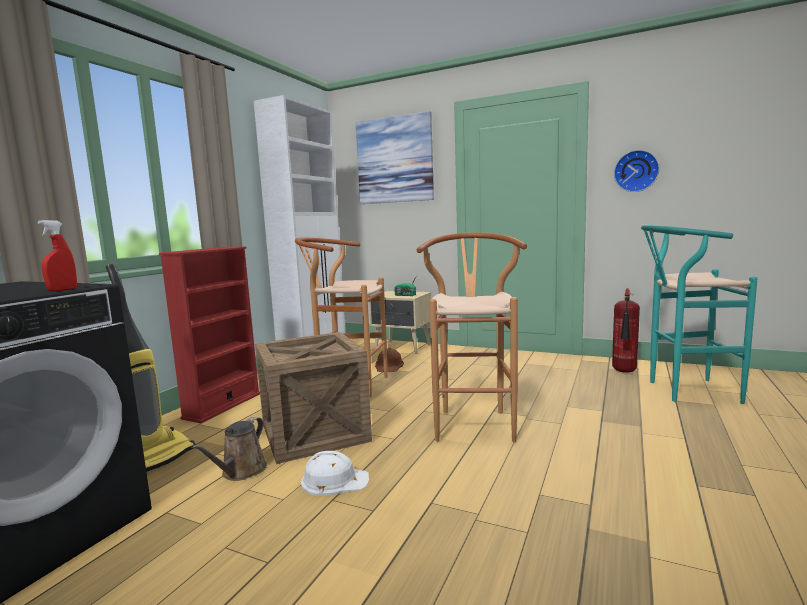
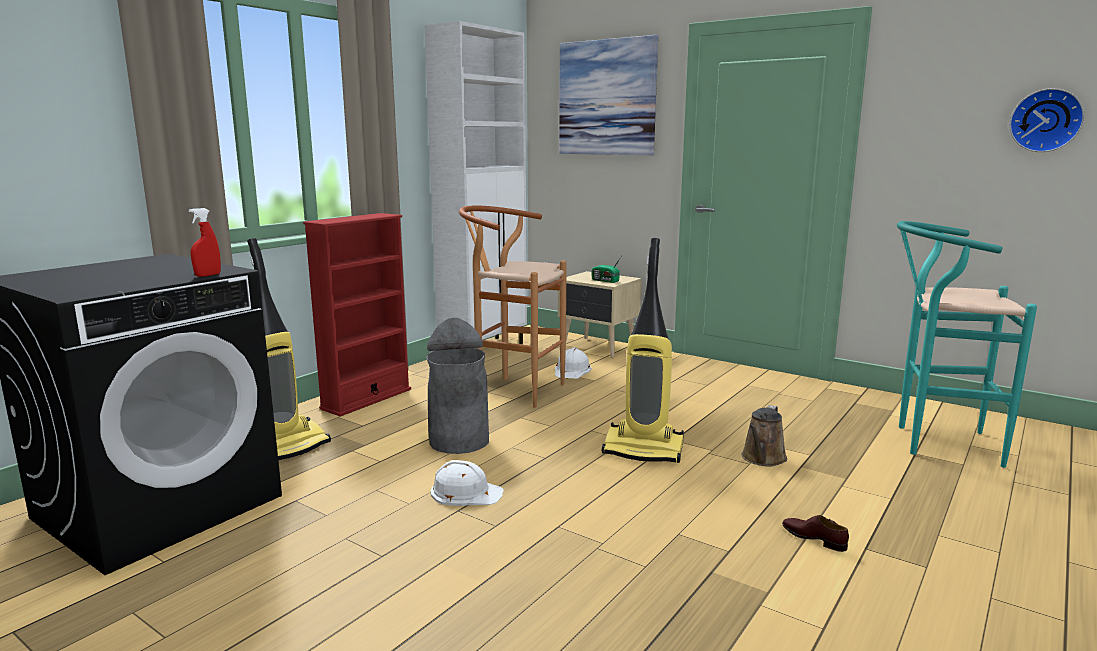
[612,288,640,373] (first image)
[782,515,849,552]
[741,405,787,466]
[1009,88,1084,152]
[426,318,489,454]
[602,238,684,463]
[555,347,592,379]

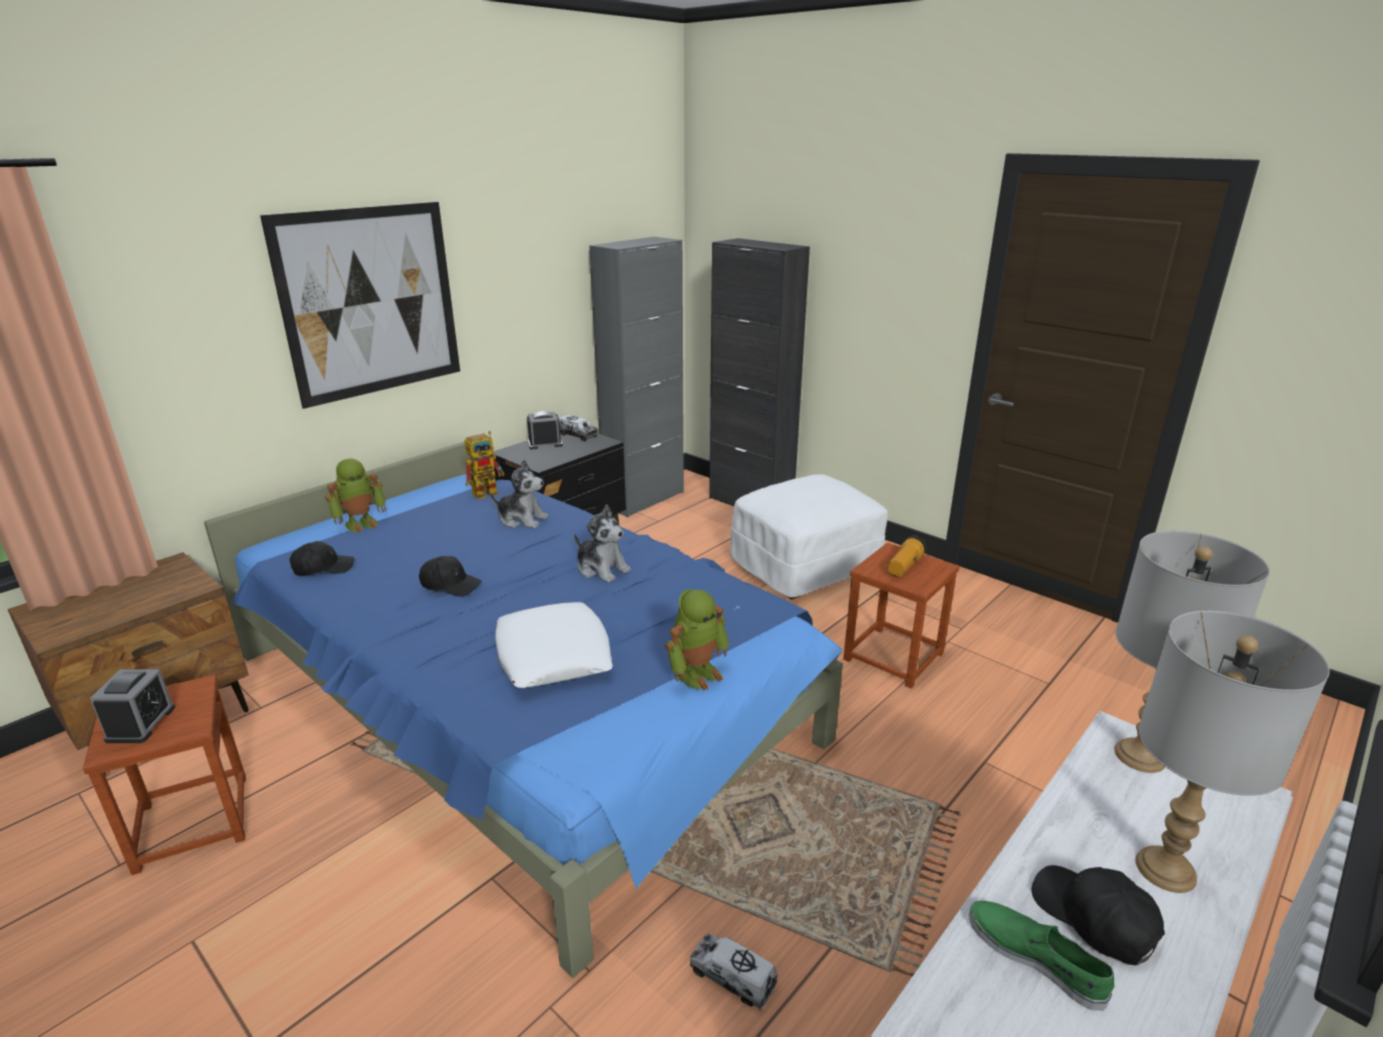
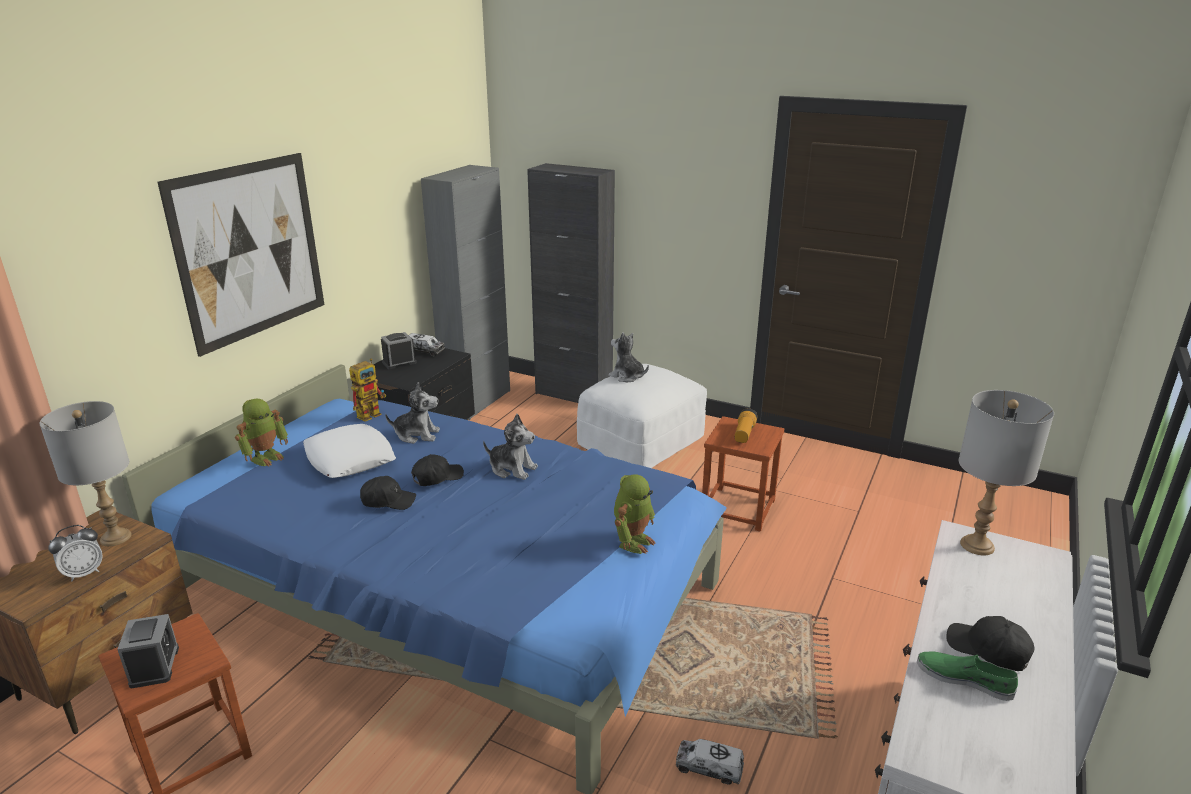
[48,525,103,581]
[608,332,649,382]
[411,454,464,486]
[303,424,396,478]
[39,401,132,546]

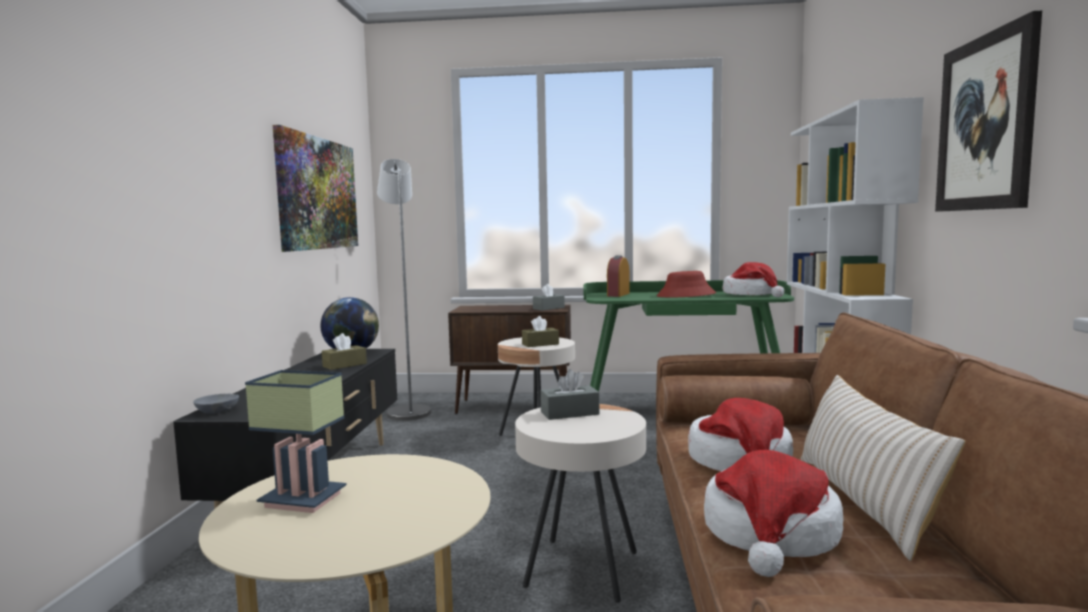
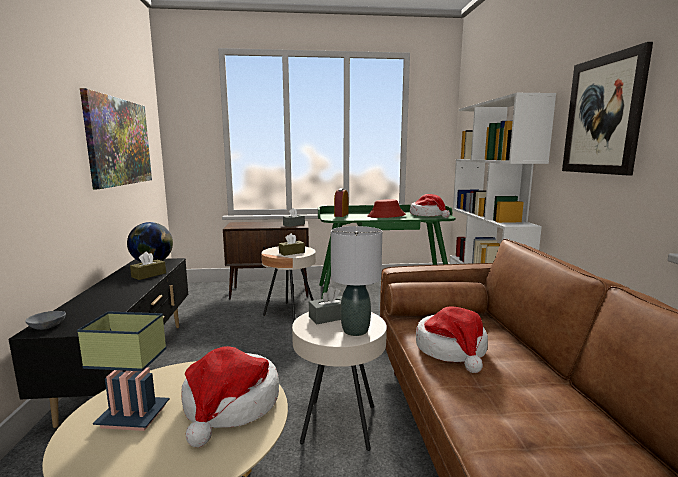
[377,159,431,421] (first image)
[801,375,965,561] (first image)
[331,226,382,336]
[181,346,279,447]

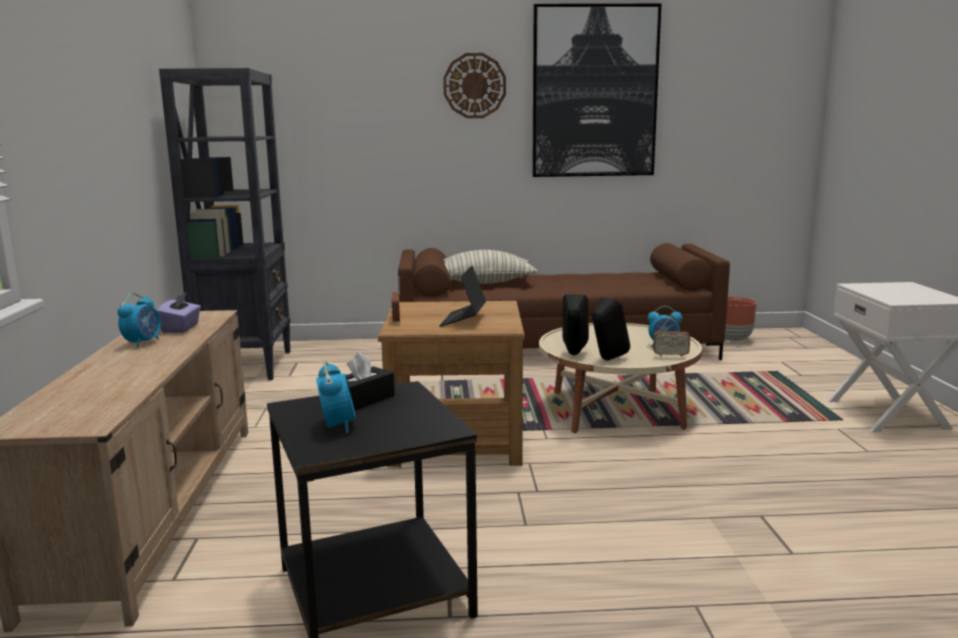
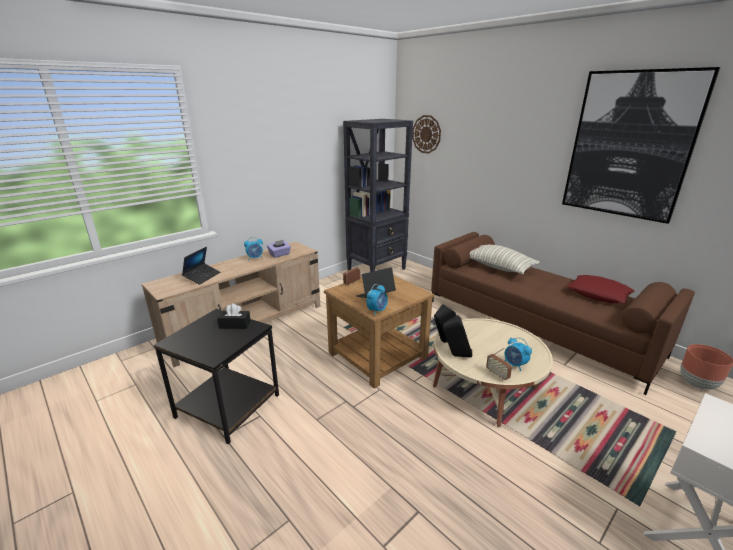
[182,247,220,285]
[567,275,634,303]
[366,284,388,315]
[412,115,441,154]

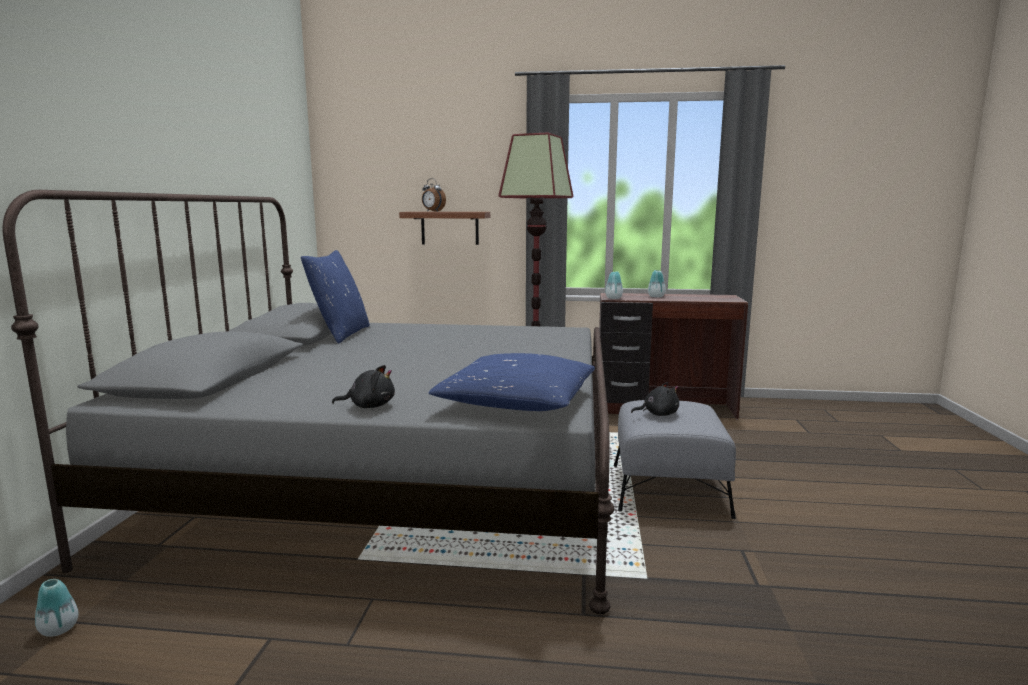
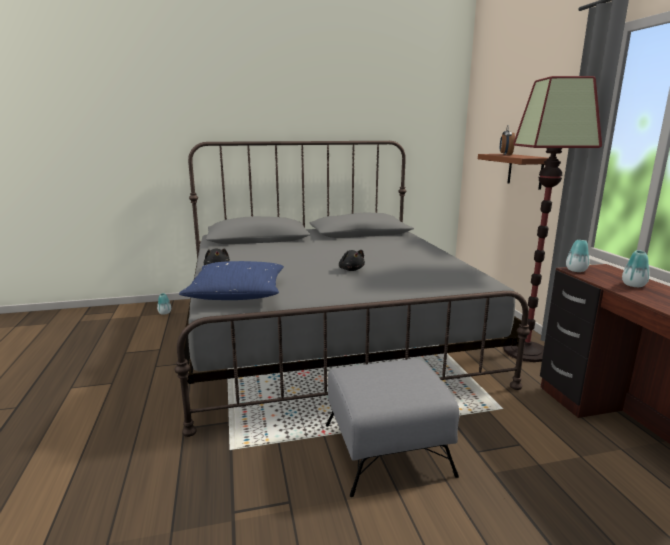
[301,250,370,344] (first image)
[339,250,365,271]

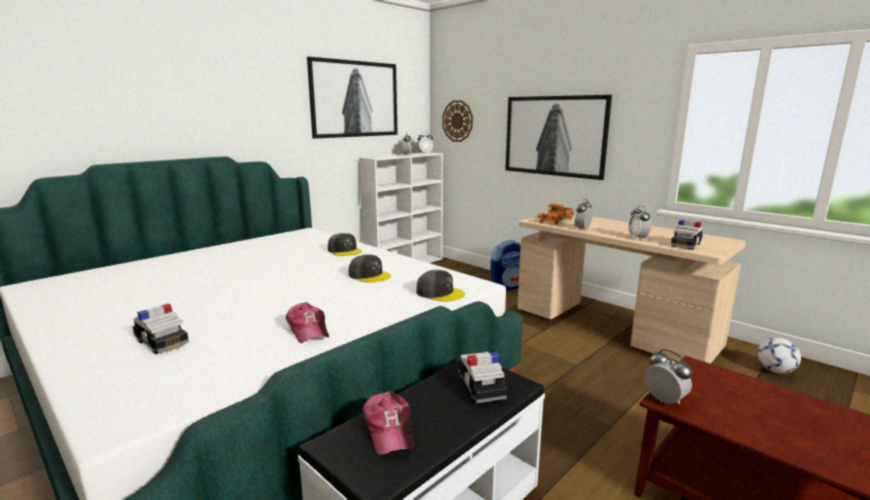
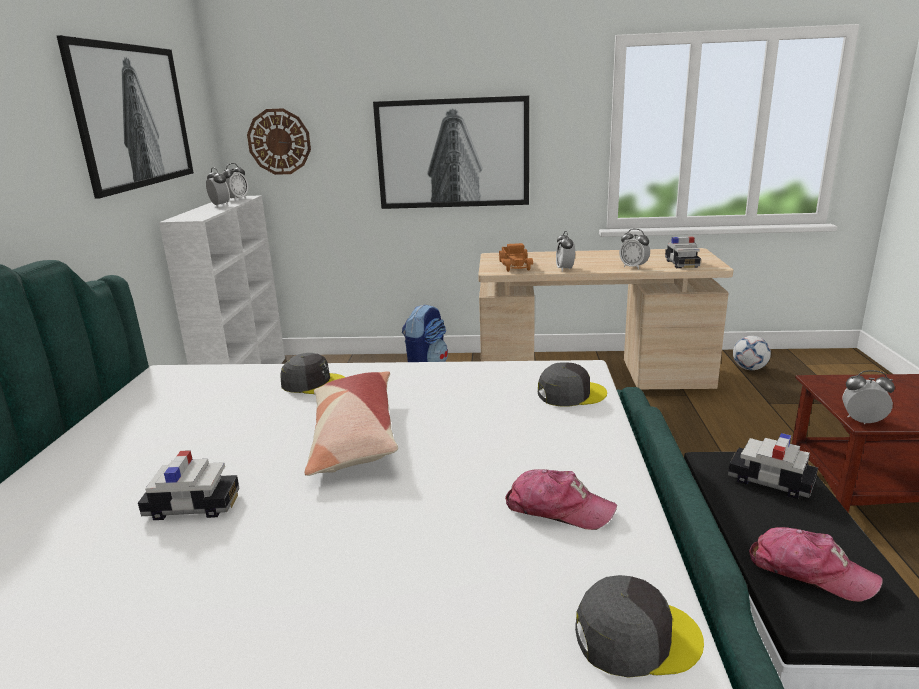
[305,371,398,476]
[138,450,239,520]
[575,575,704,678]

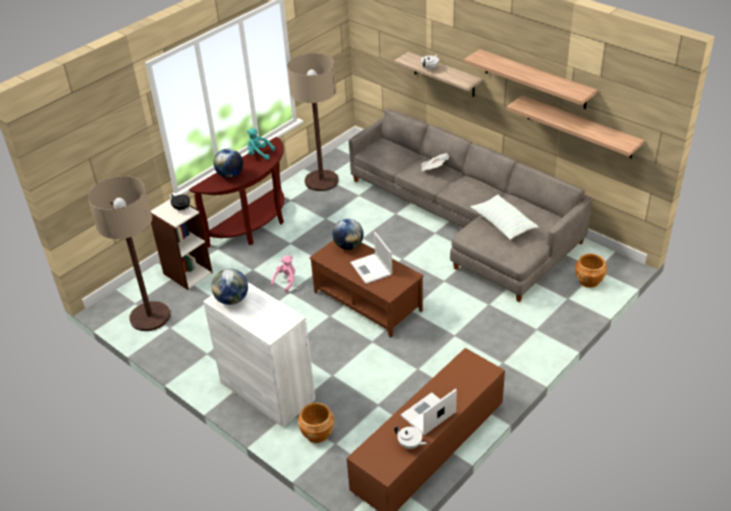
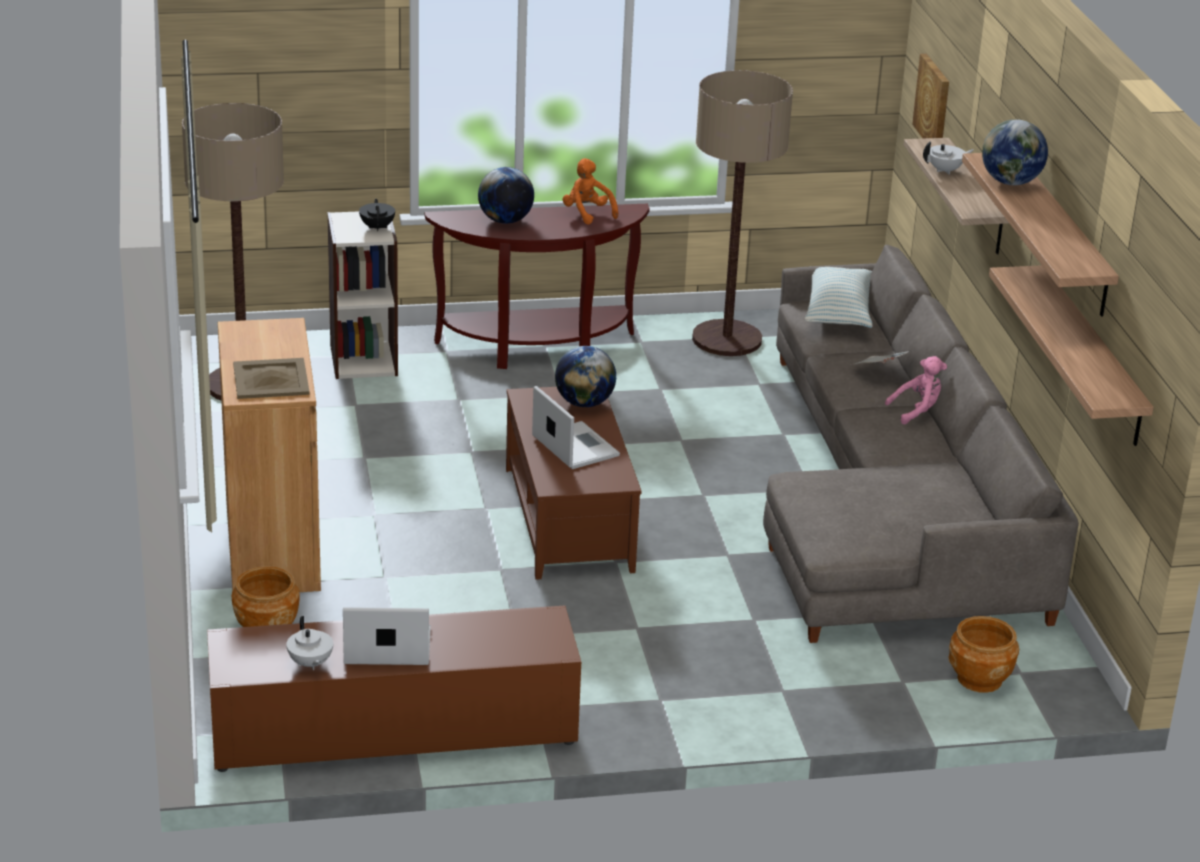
[233,358,310,399]
[912,54,949,138]
[982,119,1048,185]
[885,356,947,424]
[805,267,873,328]
[218,318,321,592]
[563,158,618,225]
[532,386,620,469]

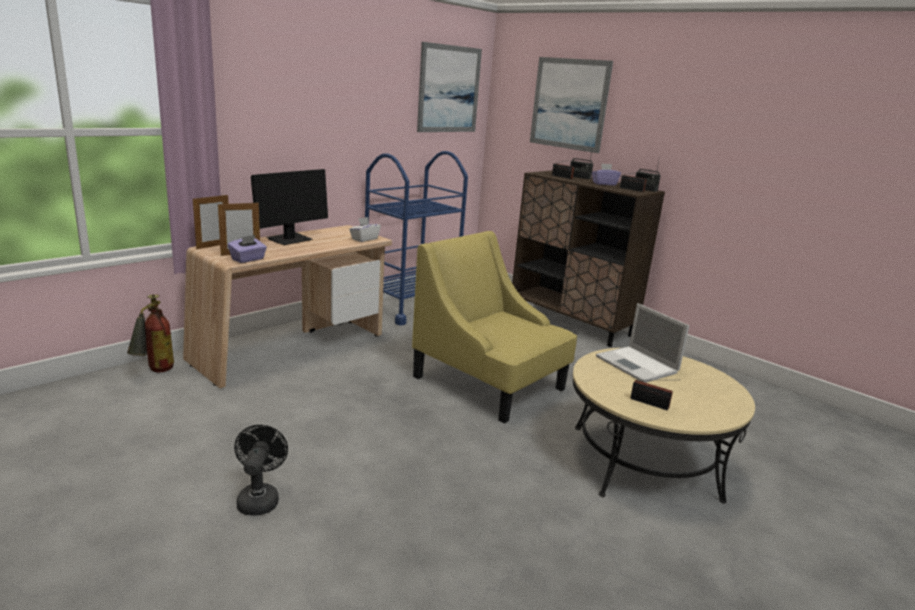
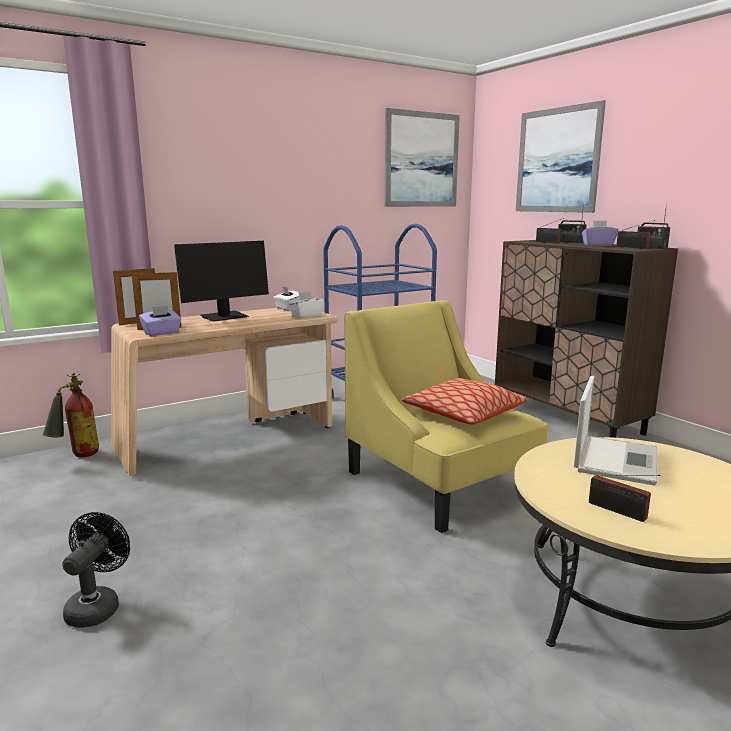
[273,286,301,311]
[401,378,527,425]
[574,376,657,486]

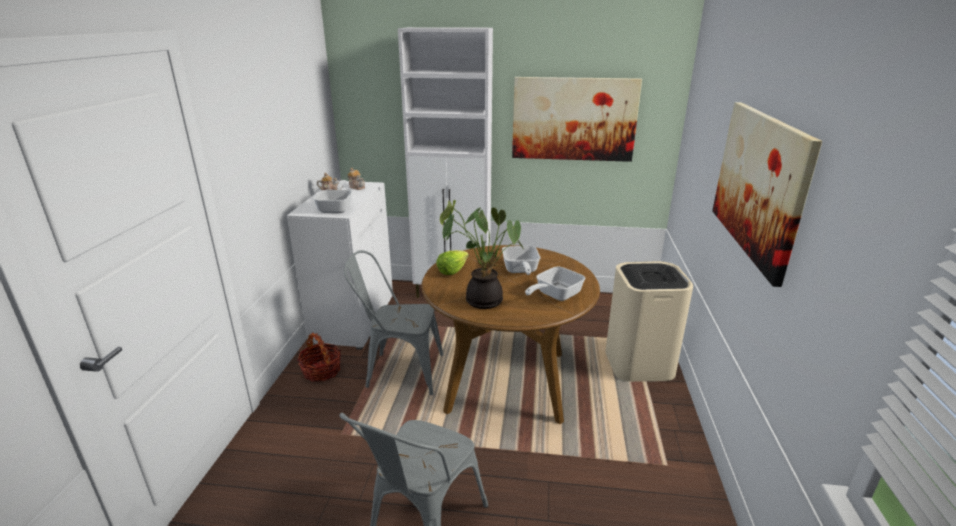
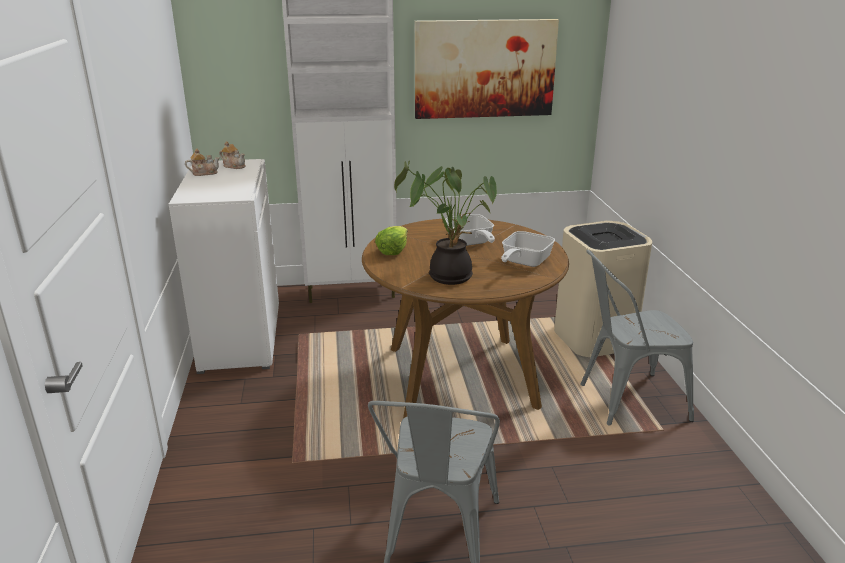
[297,333,341,382] (first image)
[313,180,352,213] (first image)
[712,102,822,287] (first image)
[580,250,694,426]

